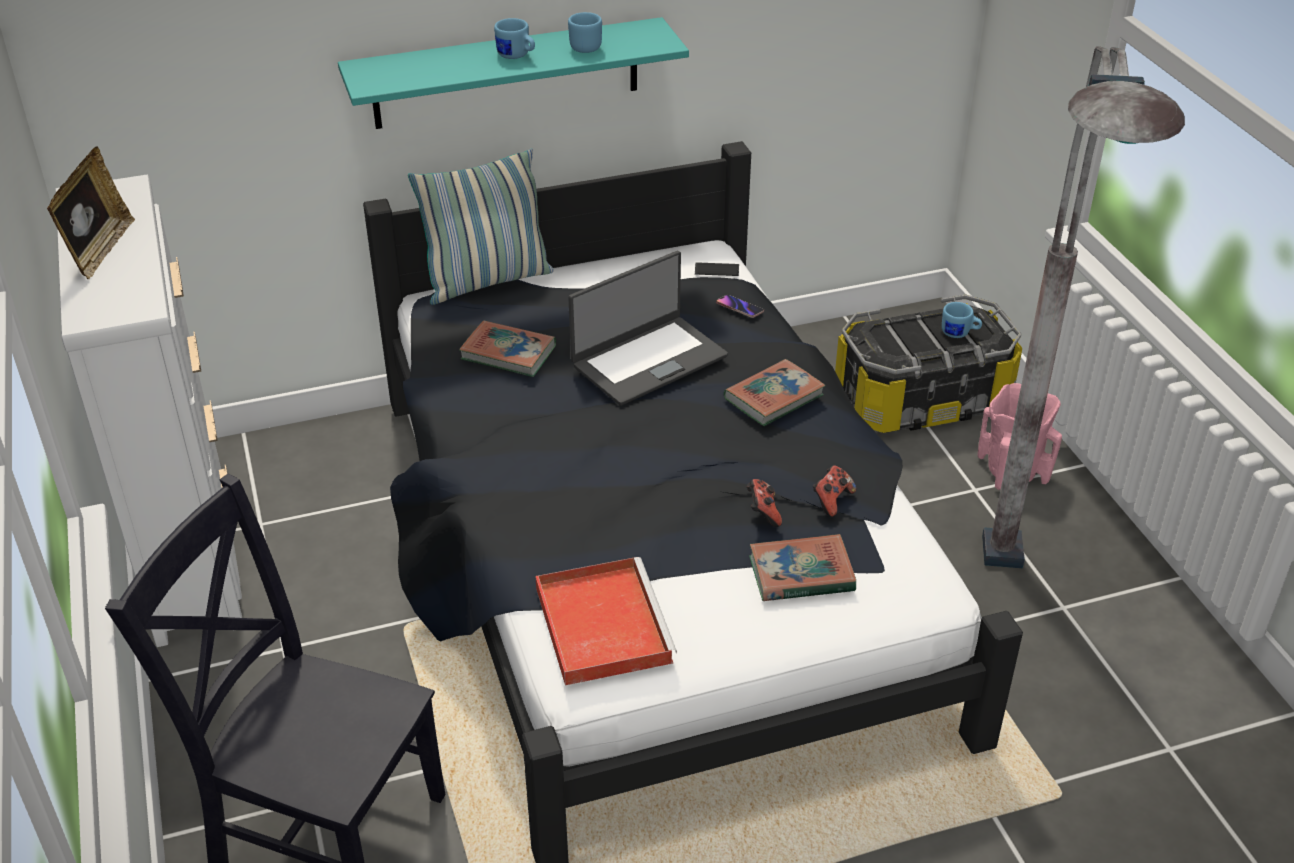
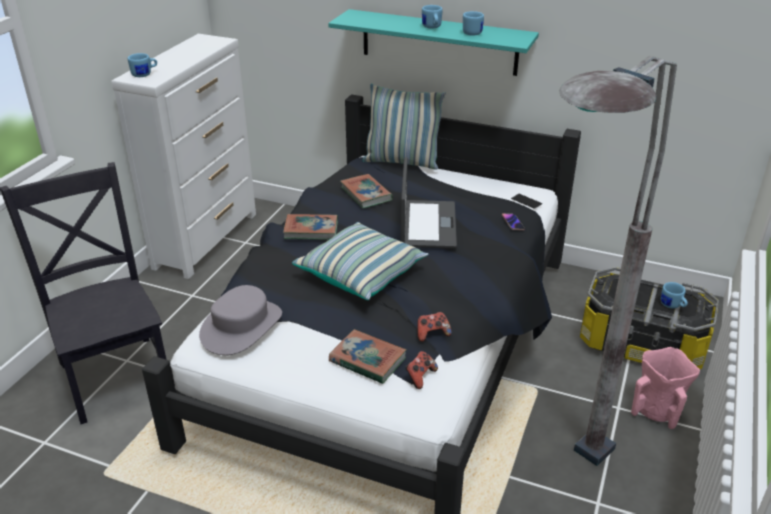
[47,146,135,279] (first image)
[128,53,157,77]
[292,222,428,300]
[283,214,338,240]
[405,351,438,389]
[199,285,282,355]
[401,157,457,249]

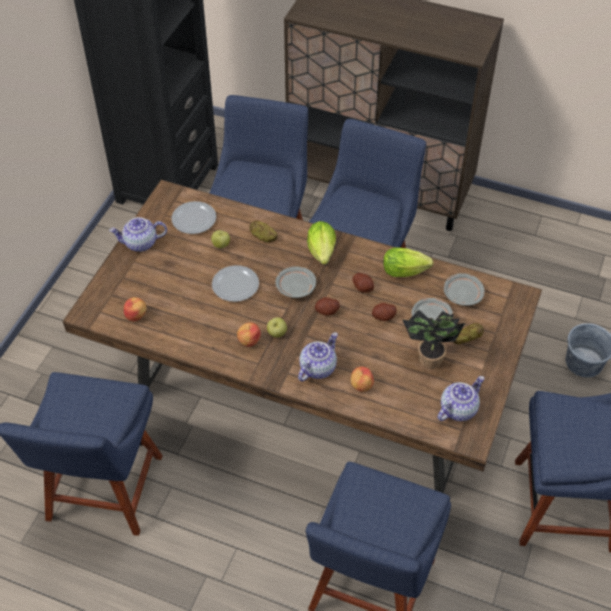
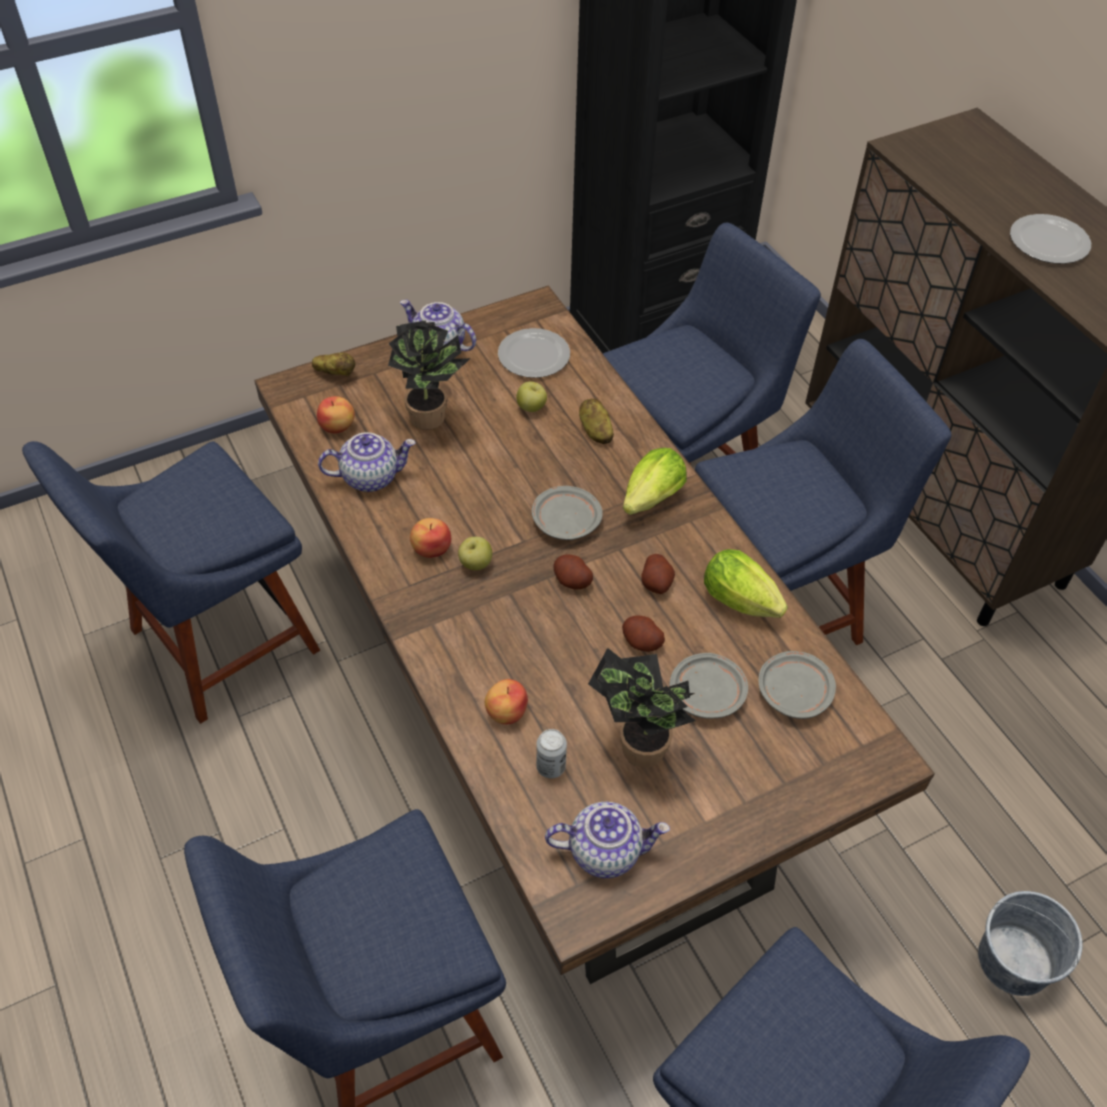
[388,320,471,430]
[536,729,567,779]
[1010,214,1091,264]
[318,432,415,492]
[312,352,355,376]

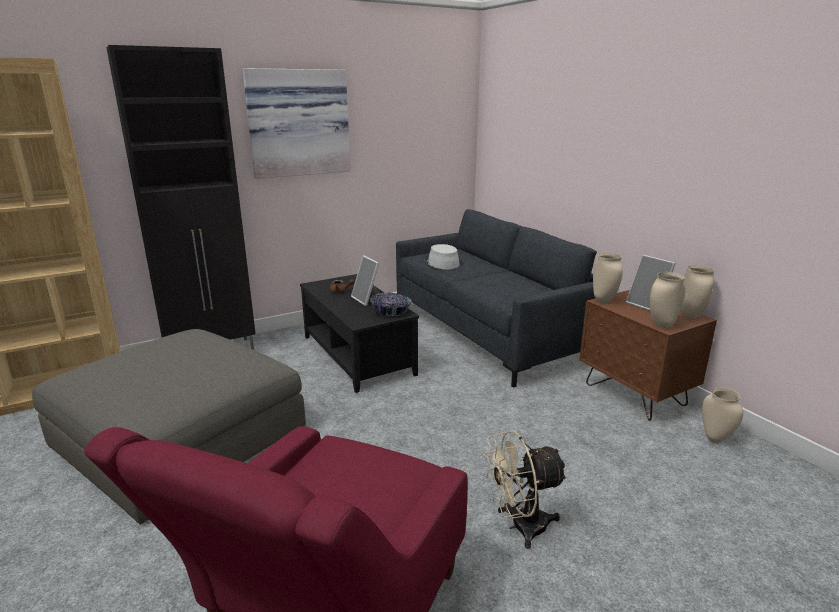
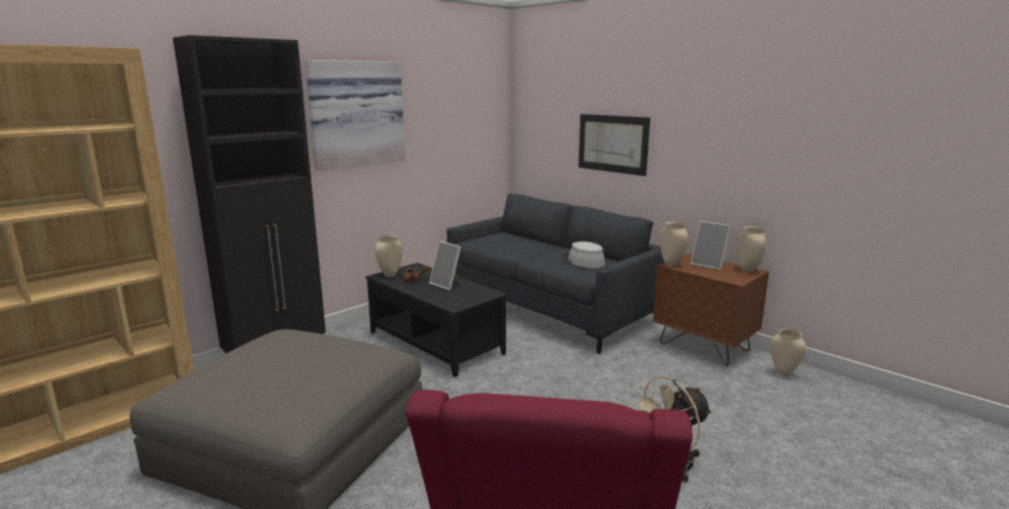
[370,293,412,316] (first image)
[578,114,650,176]
[562,241,605,268]
[375,235,402,277]

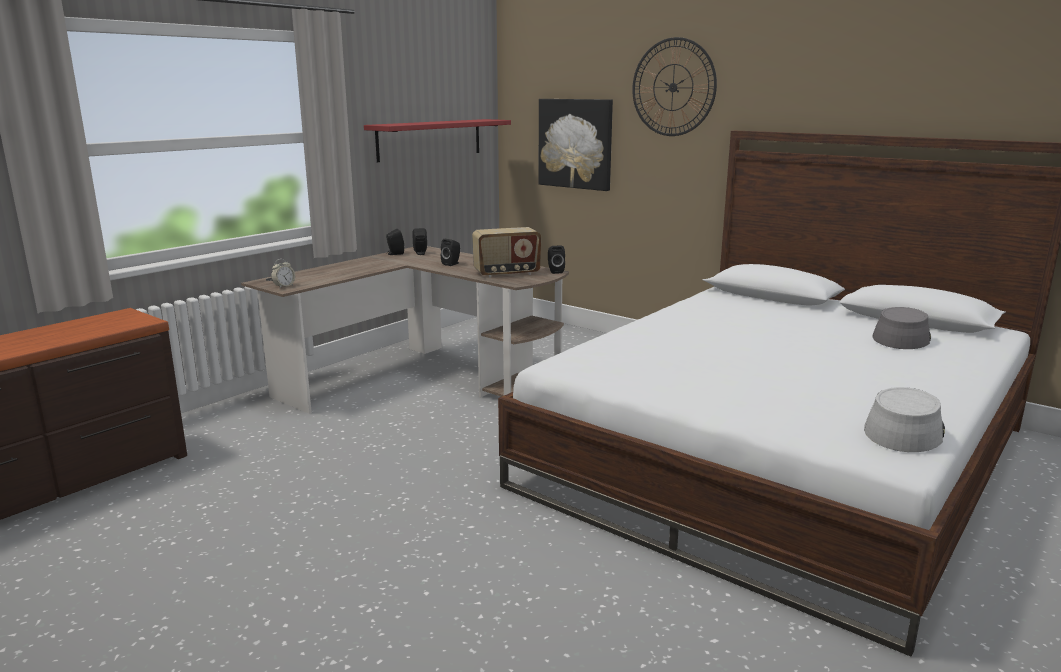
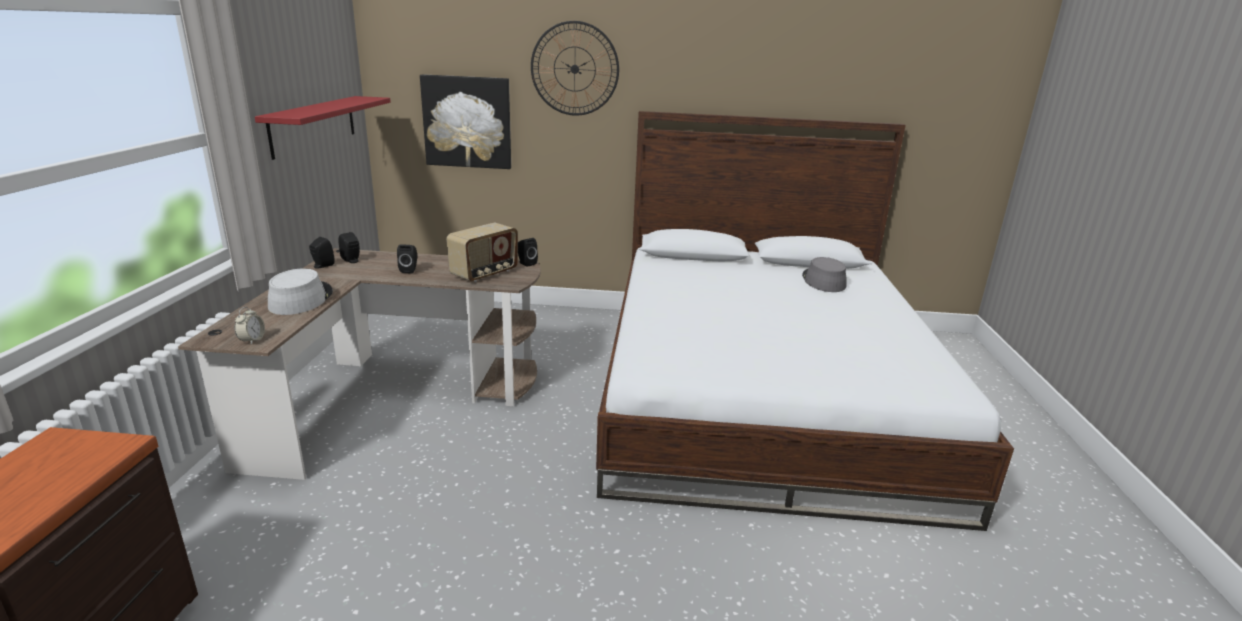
[268,268,333,315]

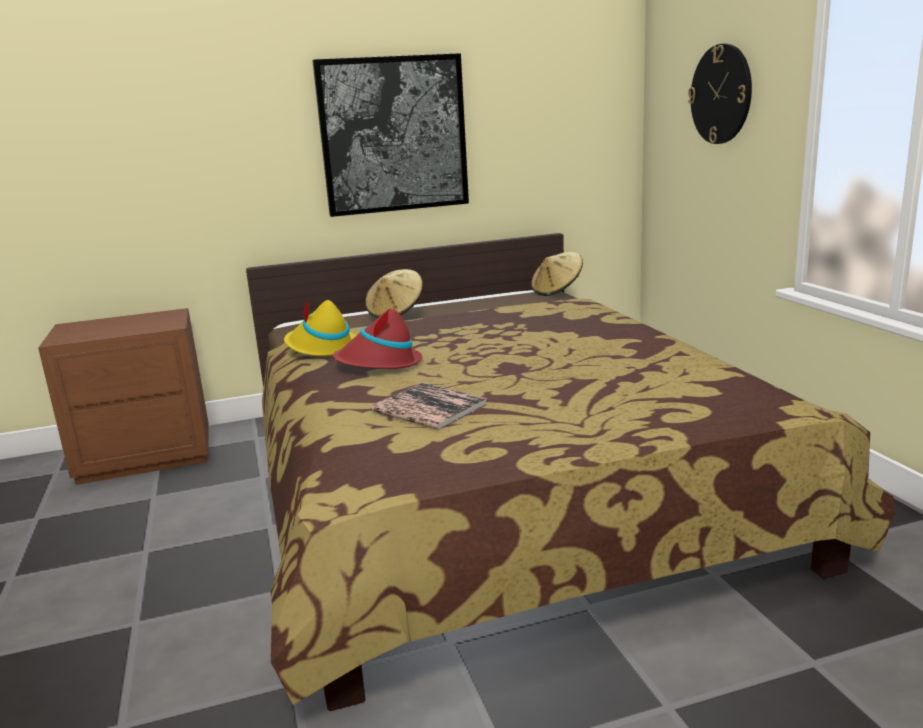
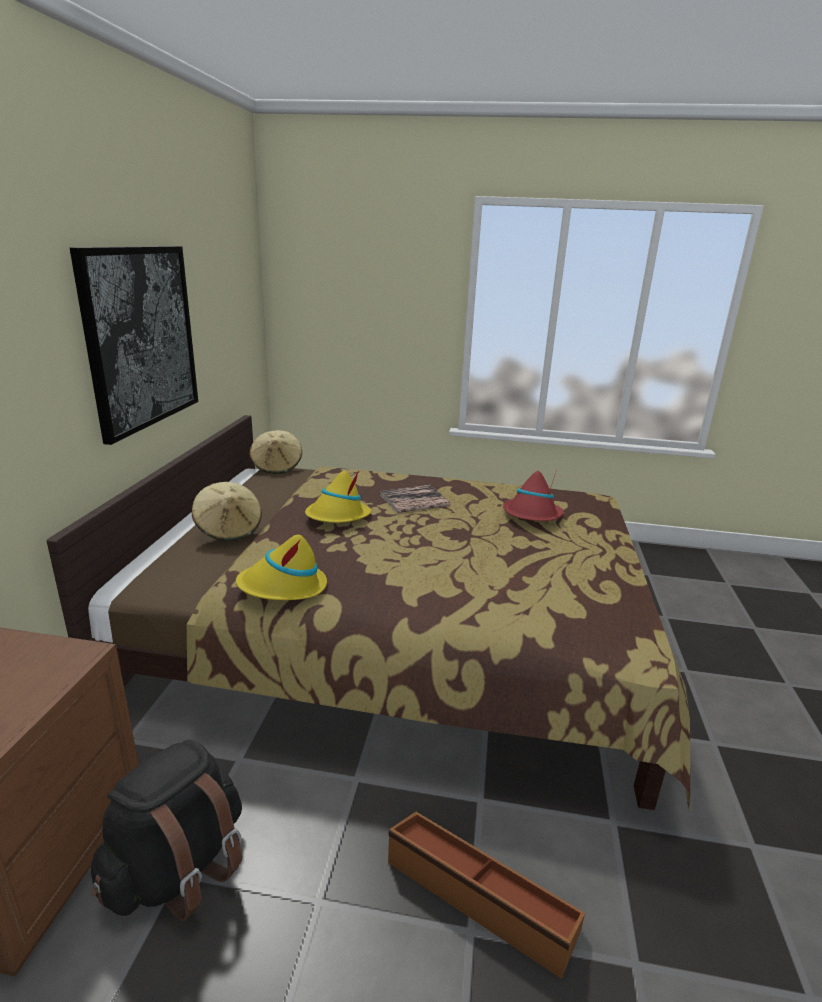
[688,44,752,144] (first image)
[91,740,243,921]
[305,470,371,523]
[388,812,585,979]
[503,470,564,521]
[380,485,451,513]

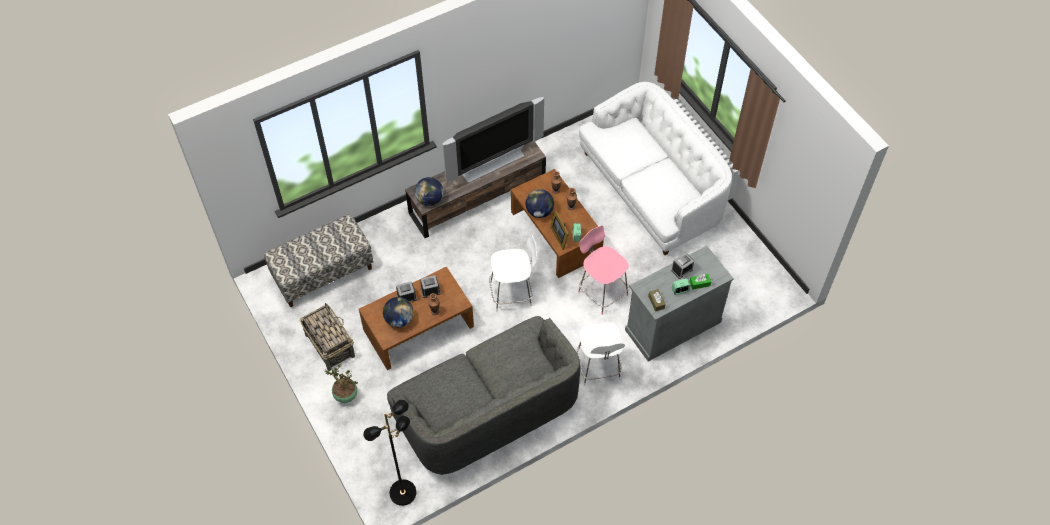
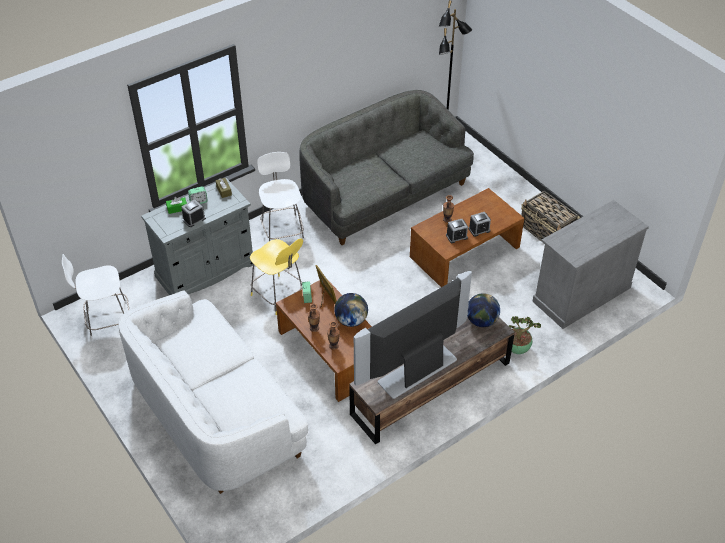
[383,297,413,327] (first image)
[509,316,541,354]
[62,254,129,340]
[532,200,649,329]
[250,238,303,315]

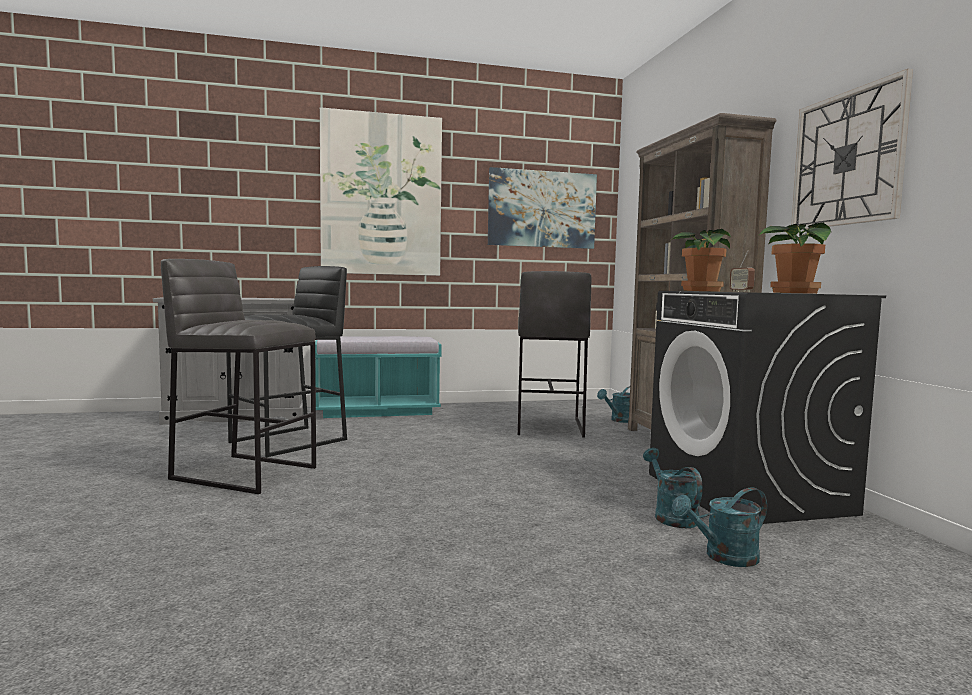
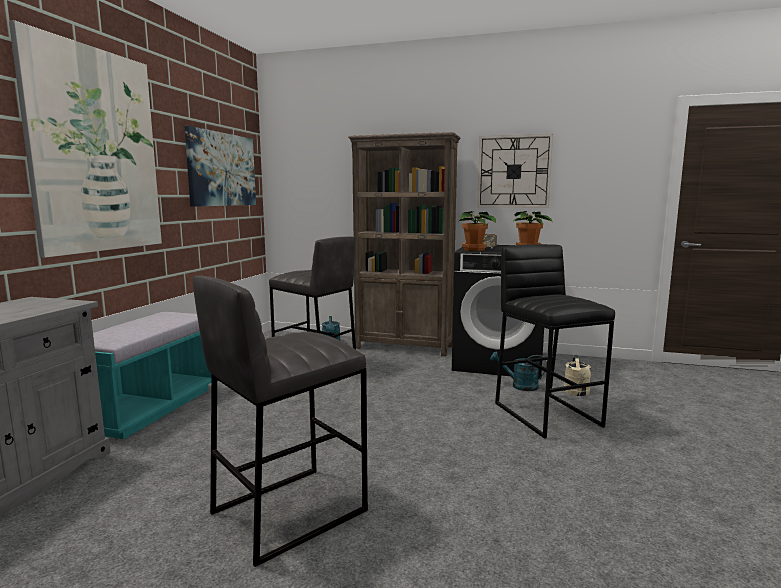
[495,244,615,439]
[564,355,591,396]

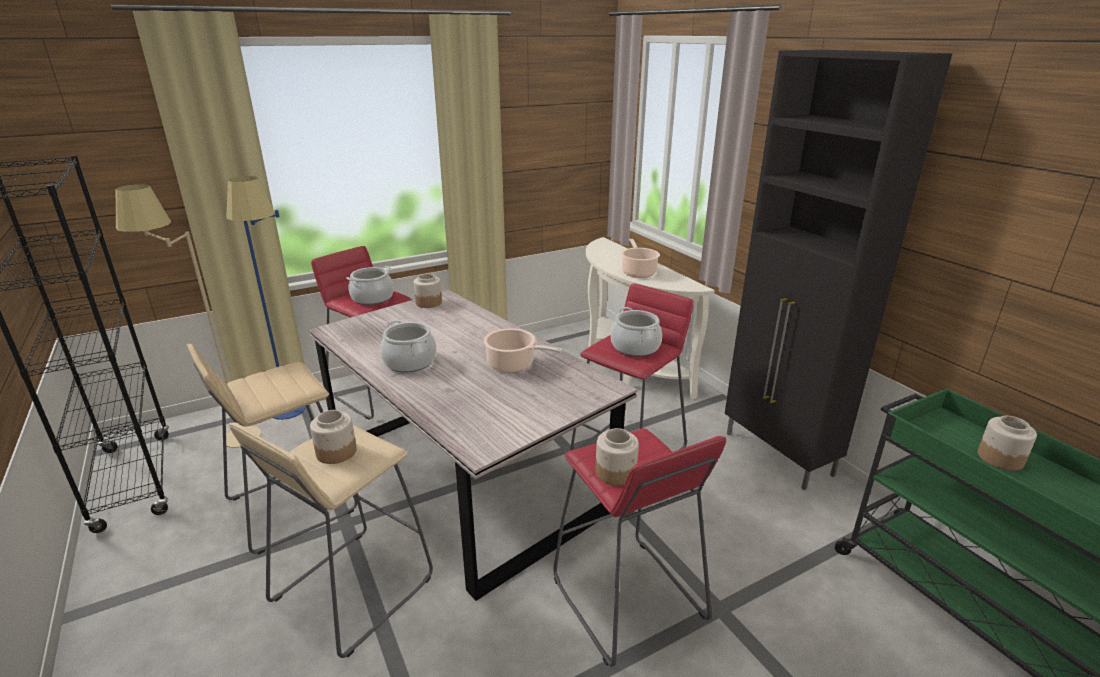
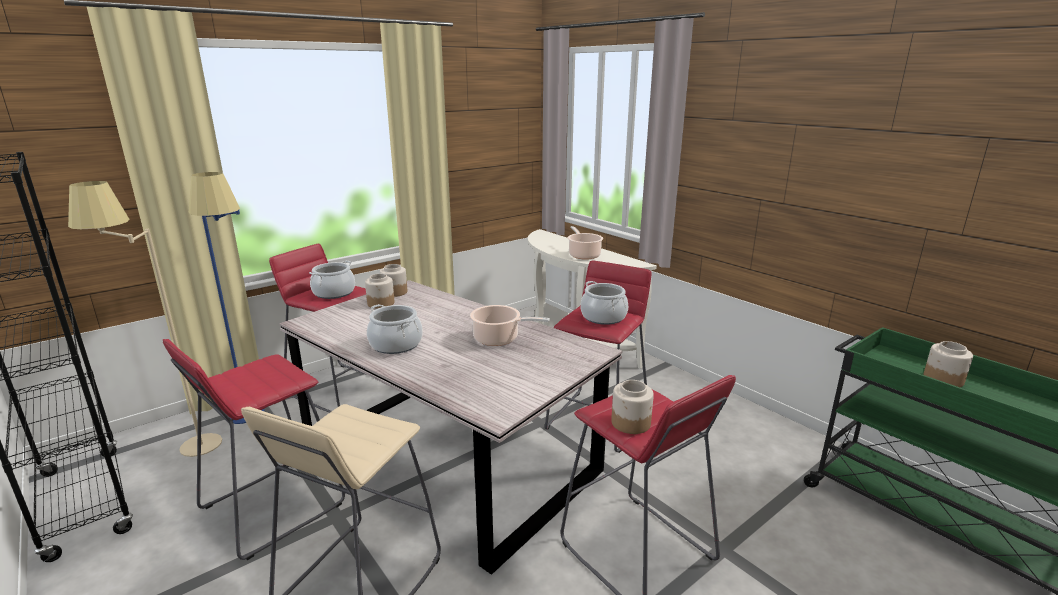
[725,50,952,490] (first image)
[365,274,395,308]
[163,339,345,560]

